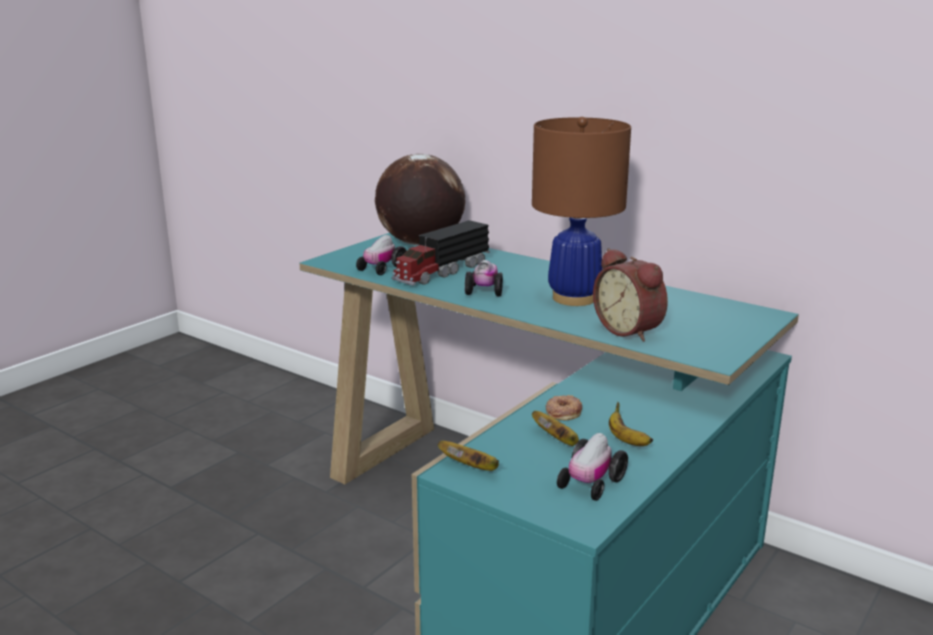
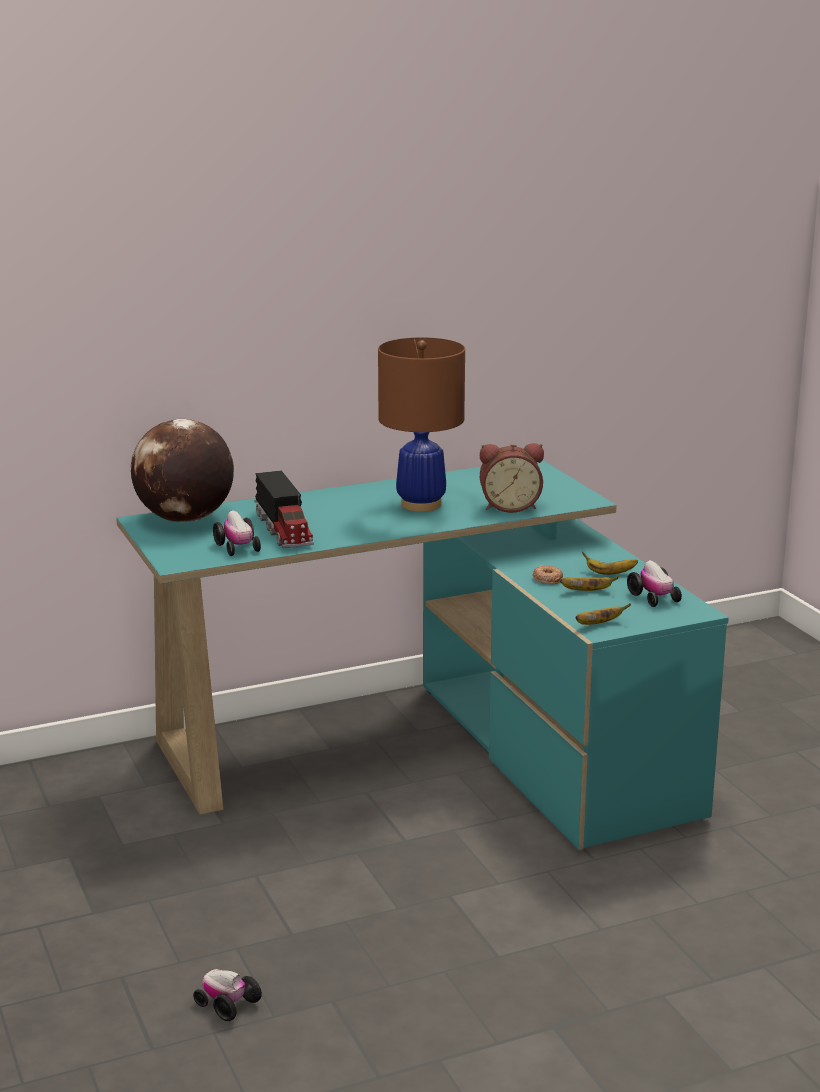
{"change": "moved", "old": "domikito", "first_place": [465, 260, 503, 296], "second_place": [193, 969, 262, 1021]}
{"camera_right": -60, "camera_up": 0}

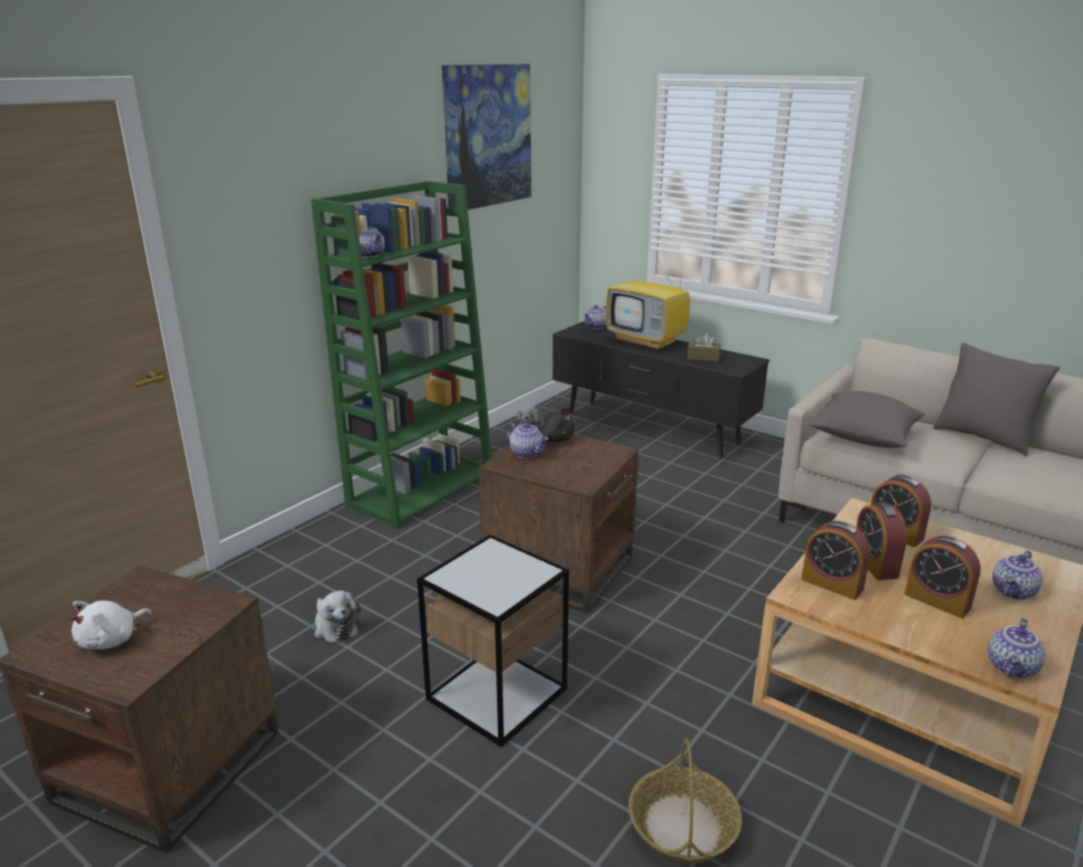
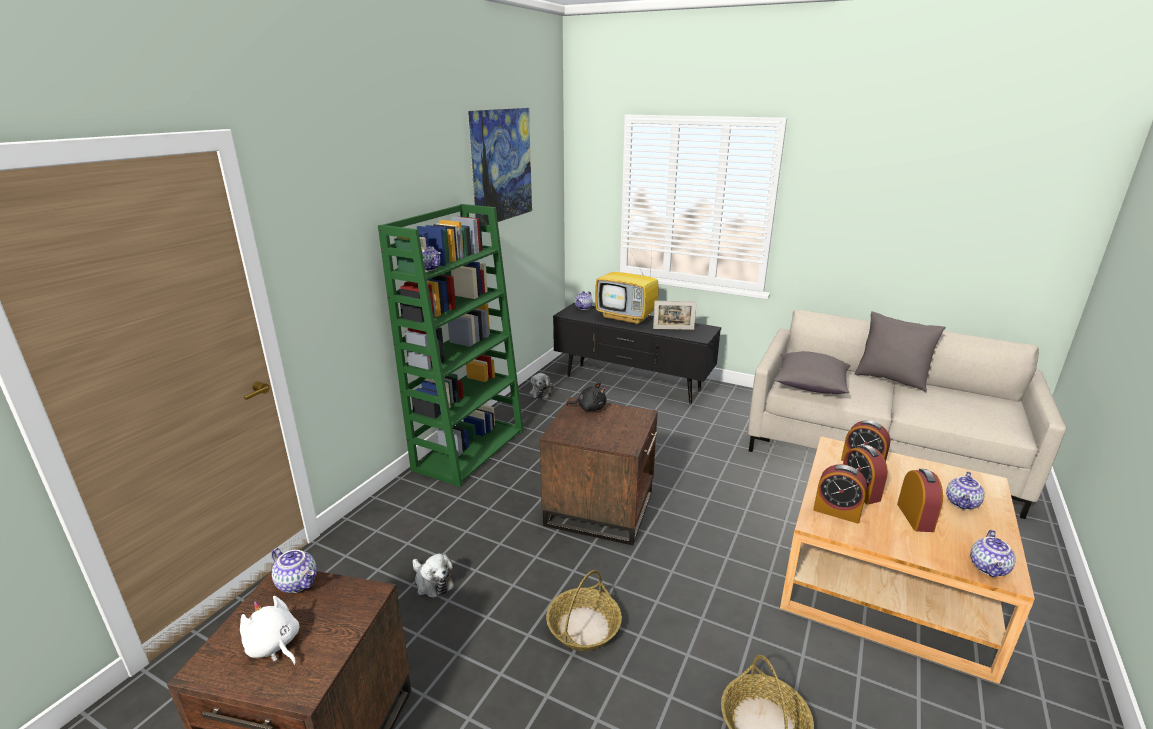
{"change": "replaced", "old": "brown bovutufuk", "new": "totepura", "first_place": [687, 333, 720, 362], "second_place": [653, 301, 697, 330]}
{"change": "moved", "old": "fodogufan", "first_place": [506, 422, 548, 458], "second_place": [272, 548, 317, 593]}
{"change": "replaced", "old": "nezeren", "new": "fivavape", "first_place": [417, 535, 569, 747], "second_place": [546, 570, 622, 651]}
{"change": "turned", "old": "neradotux", "first_place": [905, 536, 981, 618], "second_place": [897, 469, 943, 532], "degrees": -120}
{"change": "turned", "old": "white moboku", "first_place": [71, 601, 151, 649], "second_place": [240, 596, 299, 665], "degrees": 105}
{"camera_right": -10, "camera_up": 0}

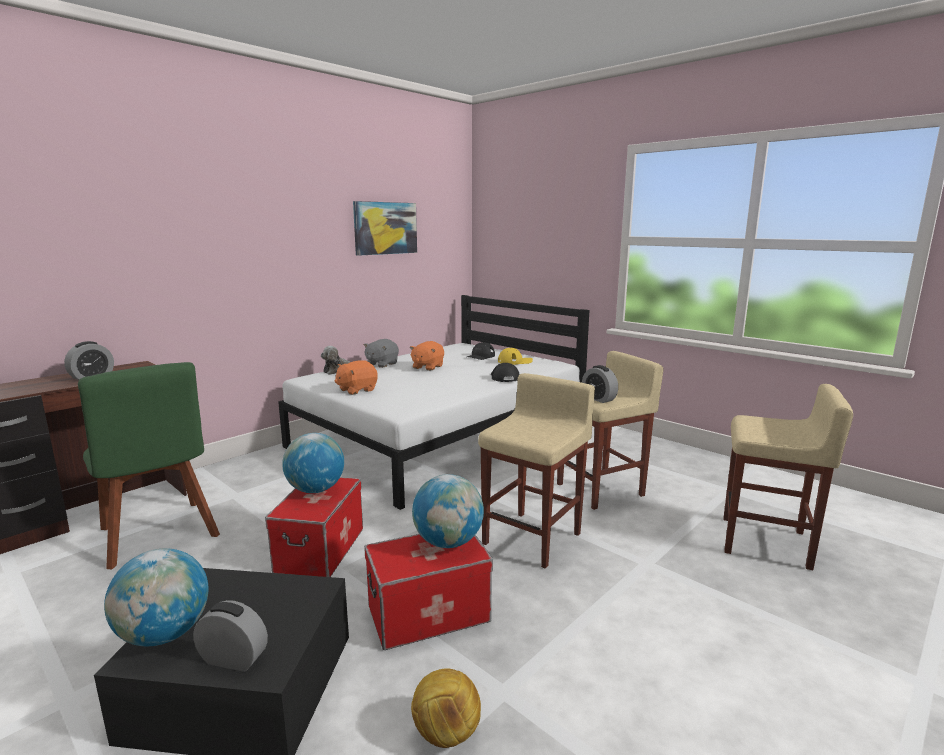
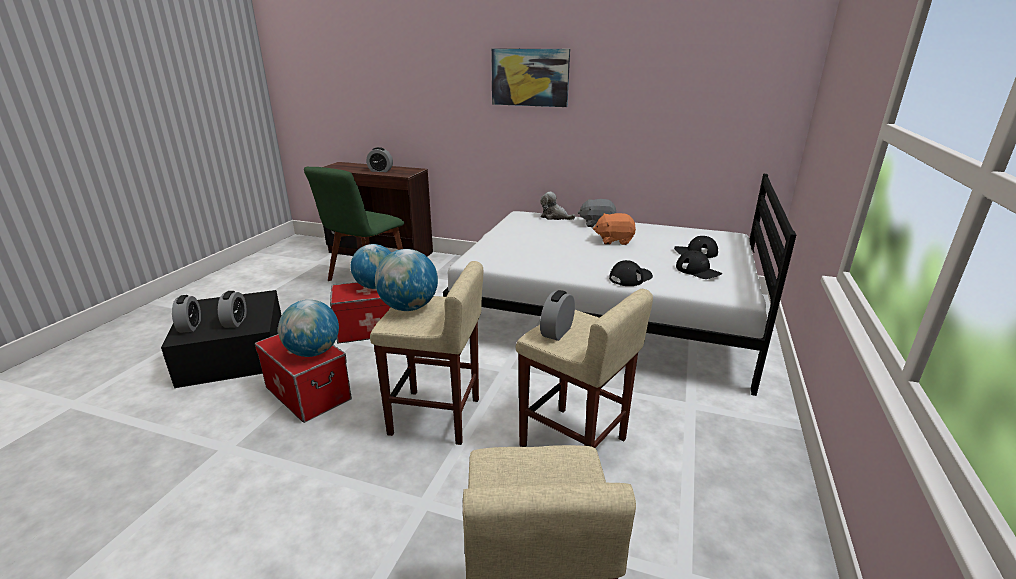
{"change": "moved", "old": "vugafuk", "first_place": [353, 201, 417, 256], "second_place": [491, 49, 570, 107]}
{"change": "recoloured", "old": "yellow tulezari", "new": "black tulezari", "first_place": [498, 348, 533, 365], "second_place": [676, 250, 722, 279]}
{"change": "removed", "old": "orange moboku", "first_place": [334, 360, 378, 395]}
{"change": "moved", "old": "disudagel", "first_place": [104, 548, 208, 646], "second_place": [375, 249, 438, 311]}
{"change": "removed", "old": "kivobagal", "first_place": [411, 668, 481, 748]}
{"change": "added", "new": "neradotux", "second_place": [218, 291, 247, 328]}
{"camera_right": 65, "camera_up": 10}

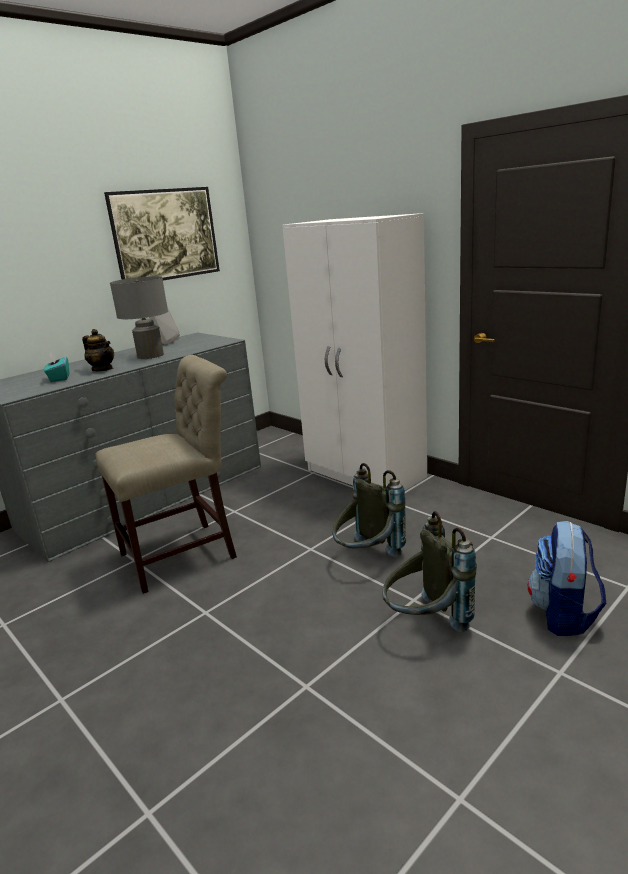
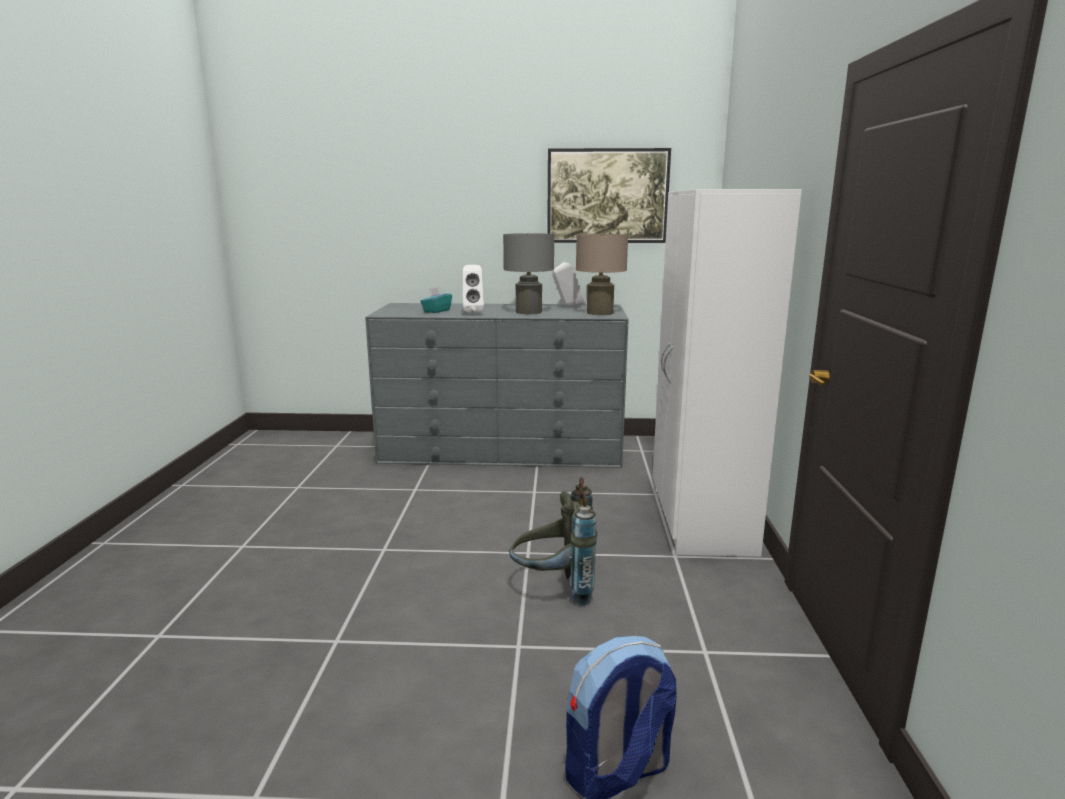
{"change": "replaced", "old": "fodogufan", "new": "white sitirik", "first_place": [82, 329, 114, 371], "second_place": [463, 265, 484, 313]}
{"change": "removed", "old": "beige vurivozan", "first_place": [95, 355, 237, 594]}
{"change": "removed", "old": "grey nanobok", "first_place": [382, 511, 477, 632]}
{"change": "added", "new": "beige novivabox", "second_place": [576, 234, 628, 315]}
{"camera_right": 45, "camera_up": -5}

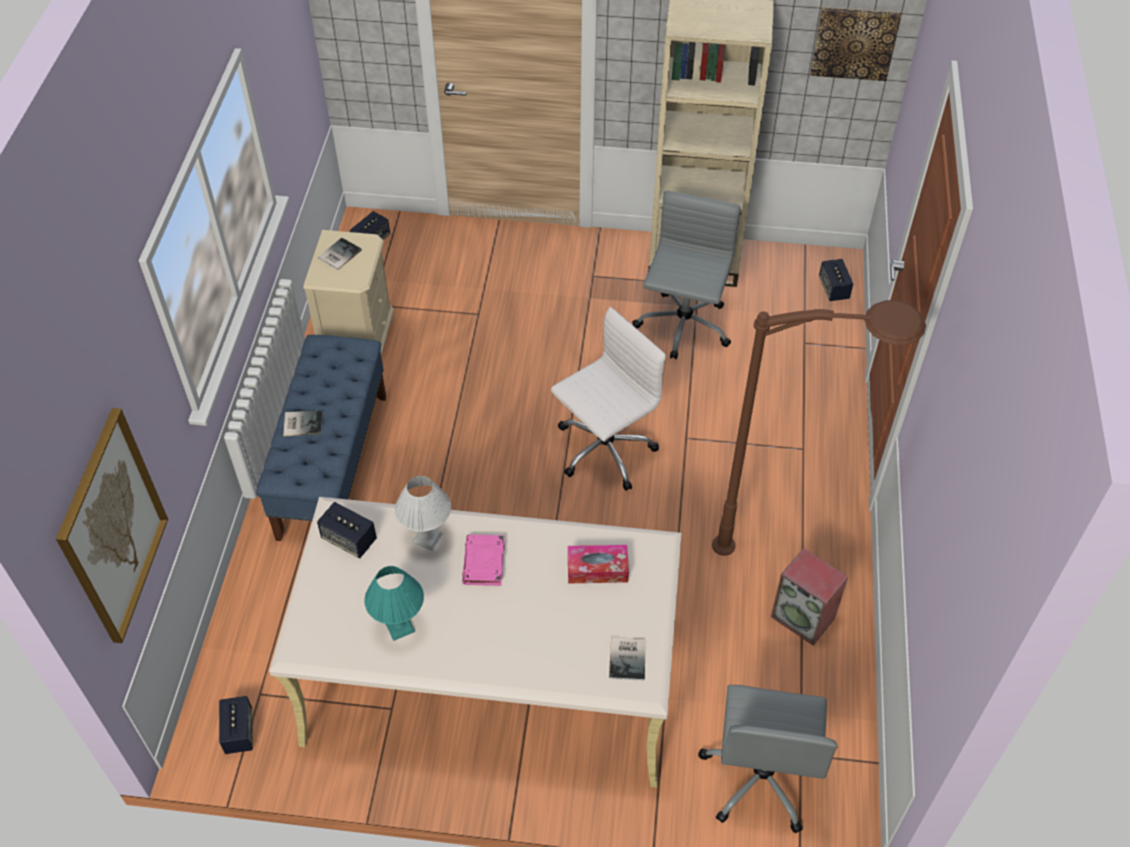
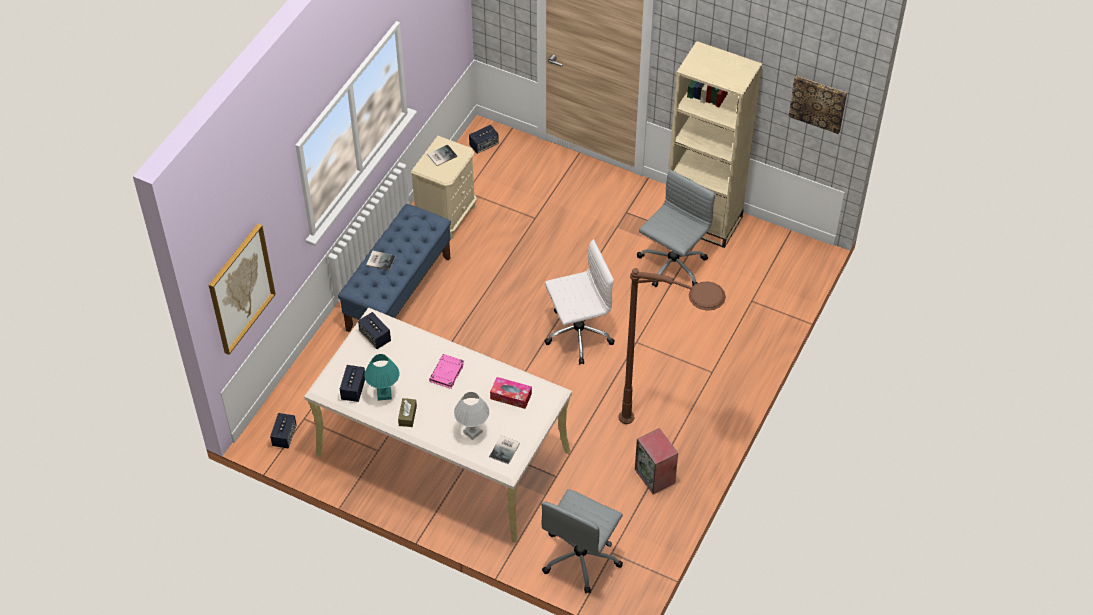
{"change": "moved", "old": "sitirik", "first_place": [819, 259, 853, 301], "second_place": [340, 365, 365, 402]}
{"change": "moved", "old": "white novivabox", "first_place": [395, 476, 451, 551], "second_place": [454, 392, 490, 440]}
{"change": "added", "new": "brown bovutufuk", "second_place": [398, 398, 417, 427]}
{"camera_right": 20, "camera_up": 0}

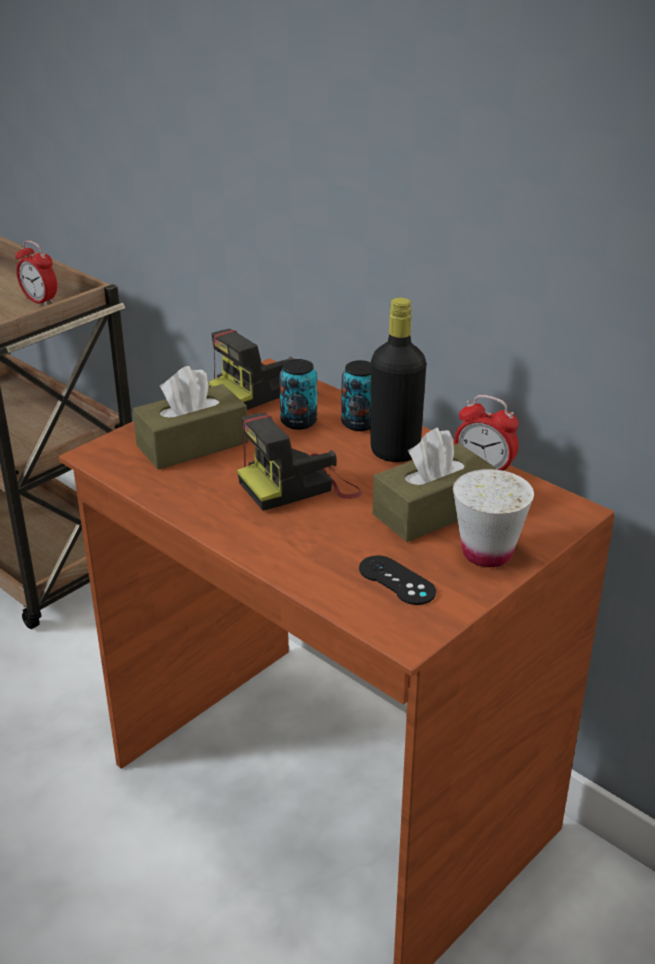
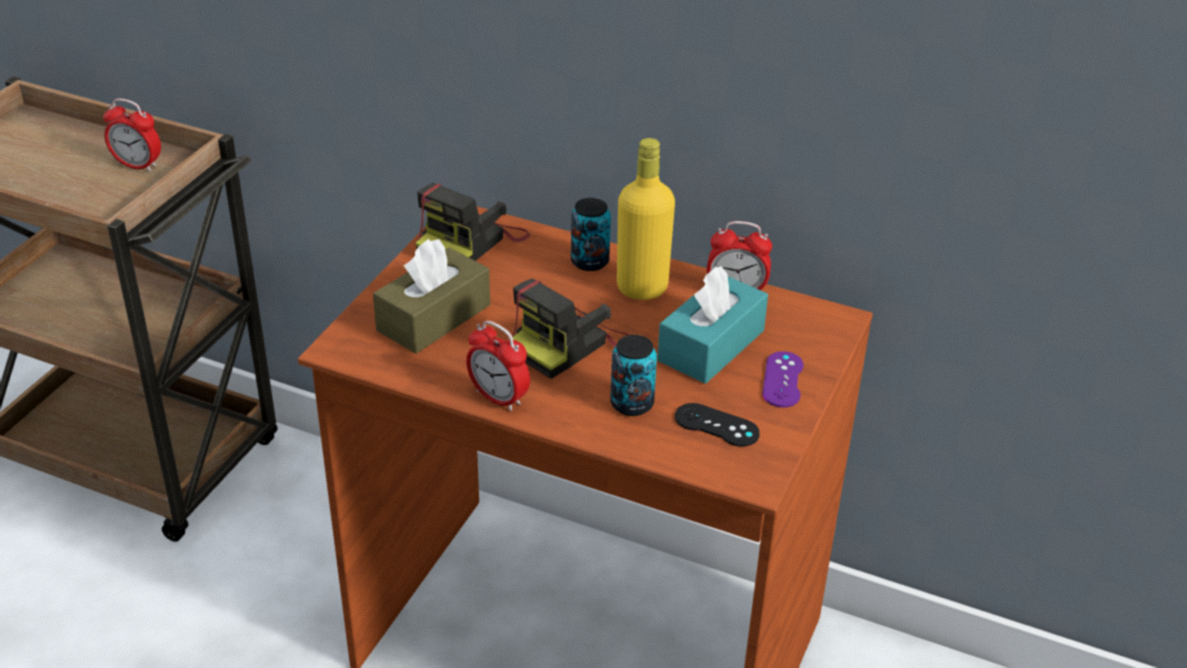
{"change": "recoloured", "old": "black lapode", "new": "yellow lapode", "first_place": [370, 298, 427, 462], "second_place": [617, 138, 675, 300]}
{"change": "moved", "old": "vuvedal", "first_place": [279, 359, 317, 430], "second_place": [610, 335, 657, 416]}
{"change": "recoloured", "old": "brown bovutufuk", "new": "turquoise bovutufuk", "first_place": [373, 427, 496, 542], "second_place": [657, 266, 768, 384]}
{"change": "replaced", "old": "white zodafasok", "new": "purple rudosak", "first_place": [453, 469, 534, 567], "second_place": [762, 351, 804, 408]}
{"change": "added", "new": "neradotux", "second_place": [466, 321, 530, 411]}
{"camera_right": -20, "camera_up": 5}

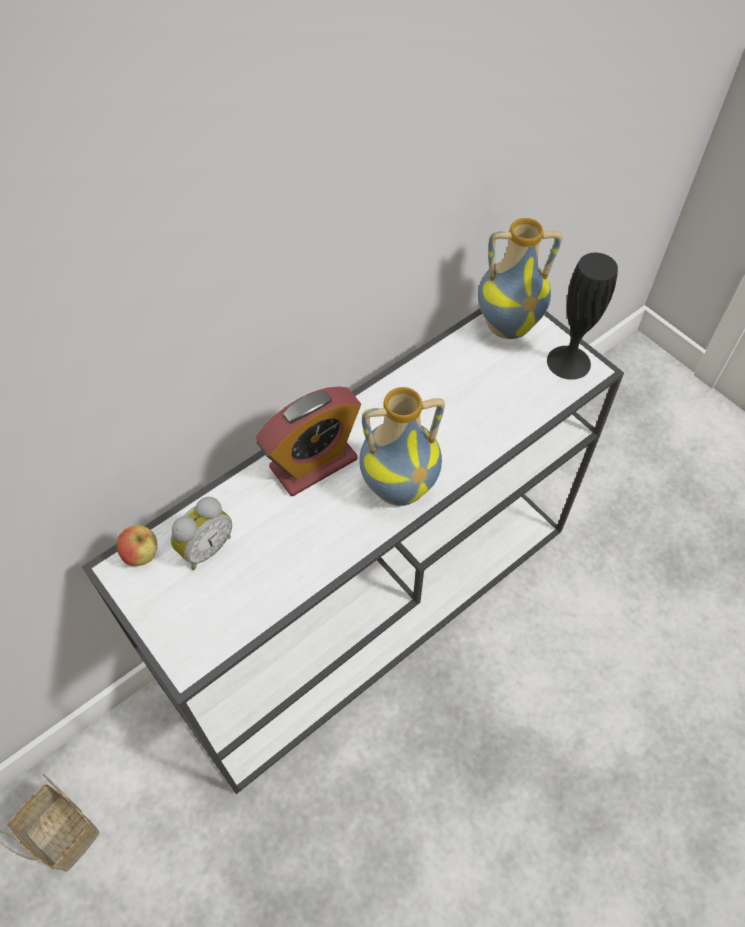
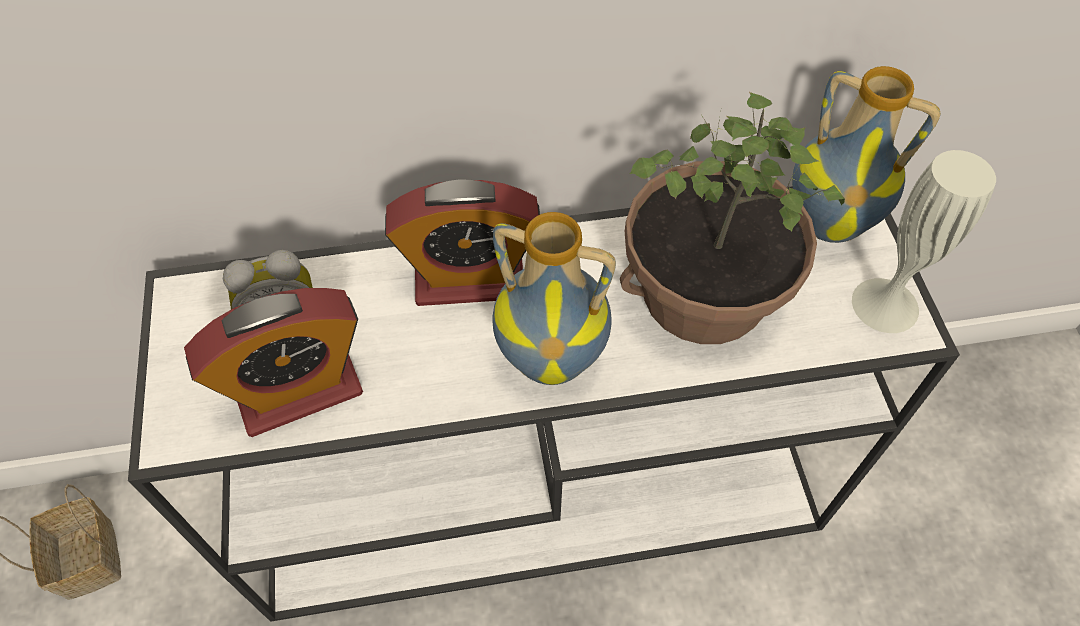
{"change": "recoloured", "old": "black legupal", "new": "white legupal", "first_place": [547, 253, 618, 380], "second_place": [852, 150, 996, 333]}
{"change": "removed", "old": "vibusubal", "first_place": [116, 525, 157, 566]}
{"change": "added", "new": "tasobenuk", "second_place": [620, 92, 845, 344]}
{"change": "added", "new": "neradotux", "second_place": [184, 288, 363, 437]}
{"camera_right": 30, "camera_up": 0}

